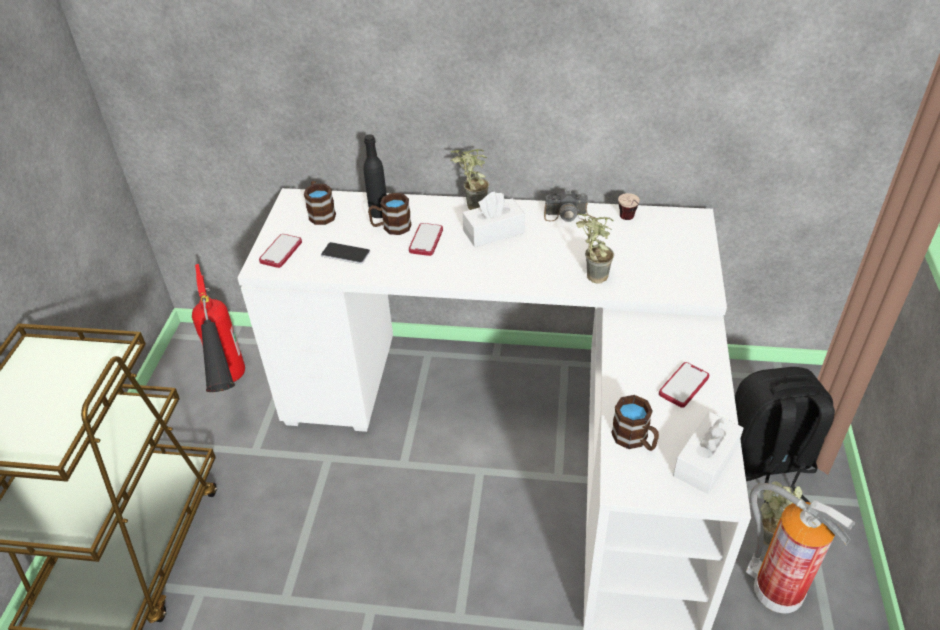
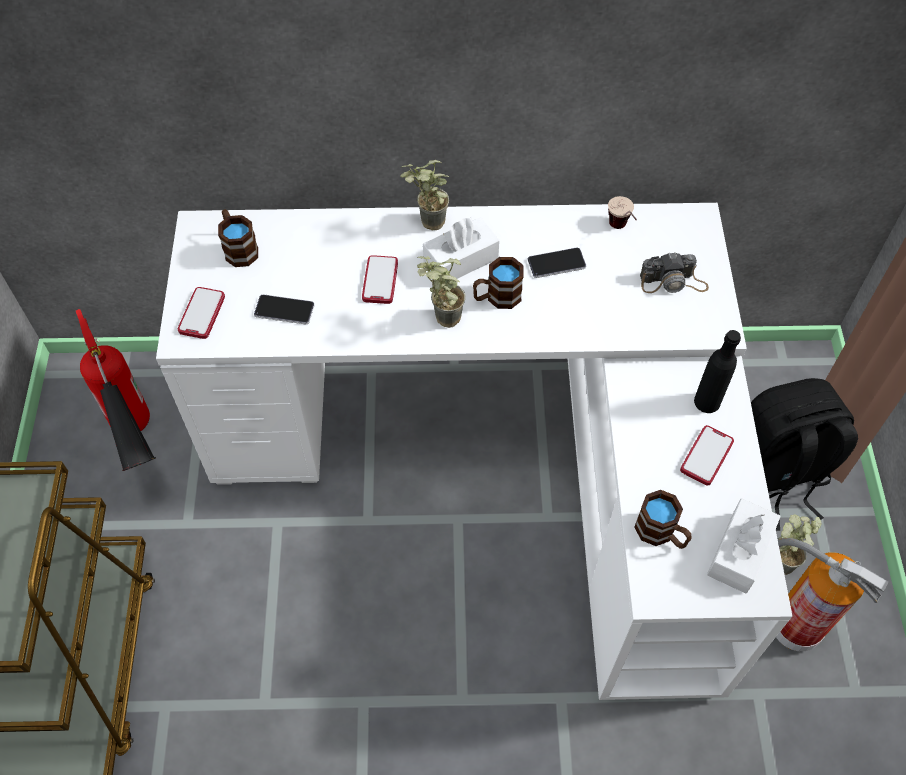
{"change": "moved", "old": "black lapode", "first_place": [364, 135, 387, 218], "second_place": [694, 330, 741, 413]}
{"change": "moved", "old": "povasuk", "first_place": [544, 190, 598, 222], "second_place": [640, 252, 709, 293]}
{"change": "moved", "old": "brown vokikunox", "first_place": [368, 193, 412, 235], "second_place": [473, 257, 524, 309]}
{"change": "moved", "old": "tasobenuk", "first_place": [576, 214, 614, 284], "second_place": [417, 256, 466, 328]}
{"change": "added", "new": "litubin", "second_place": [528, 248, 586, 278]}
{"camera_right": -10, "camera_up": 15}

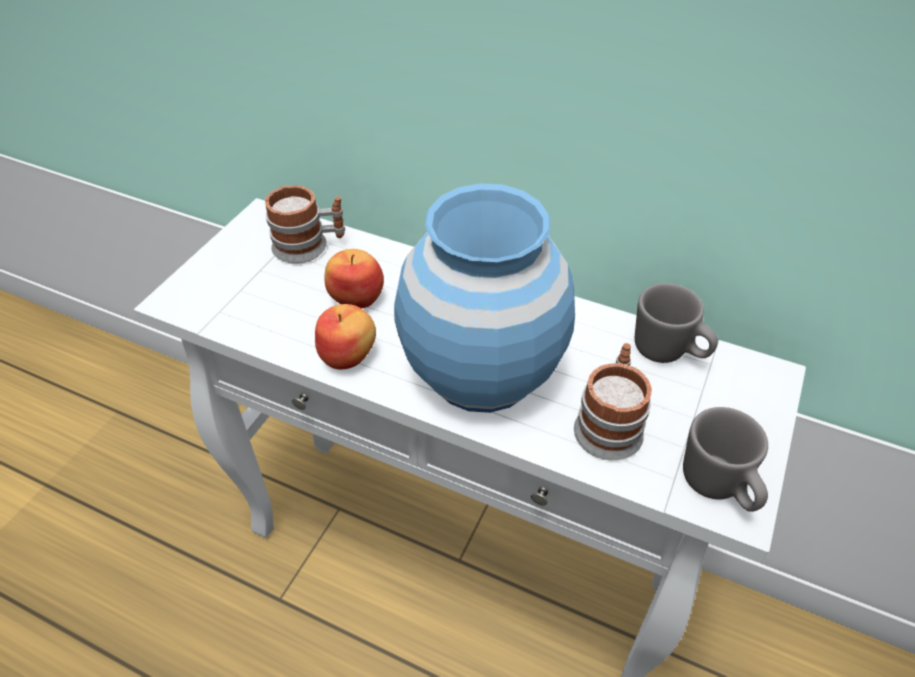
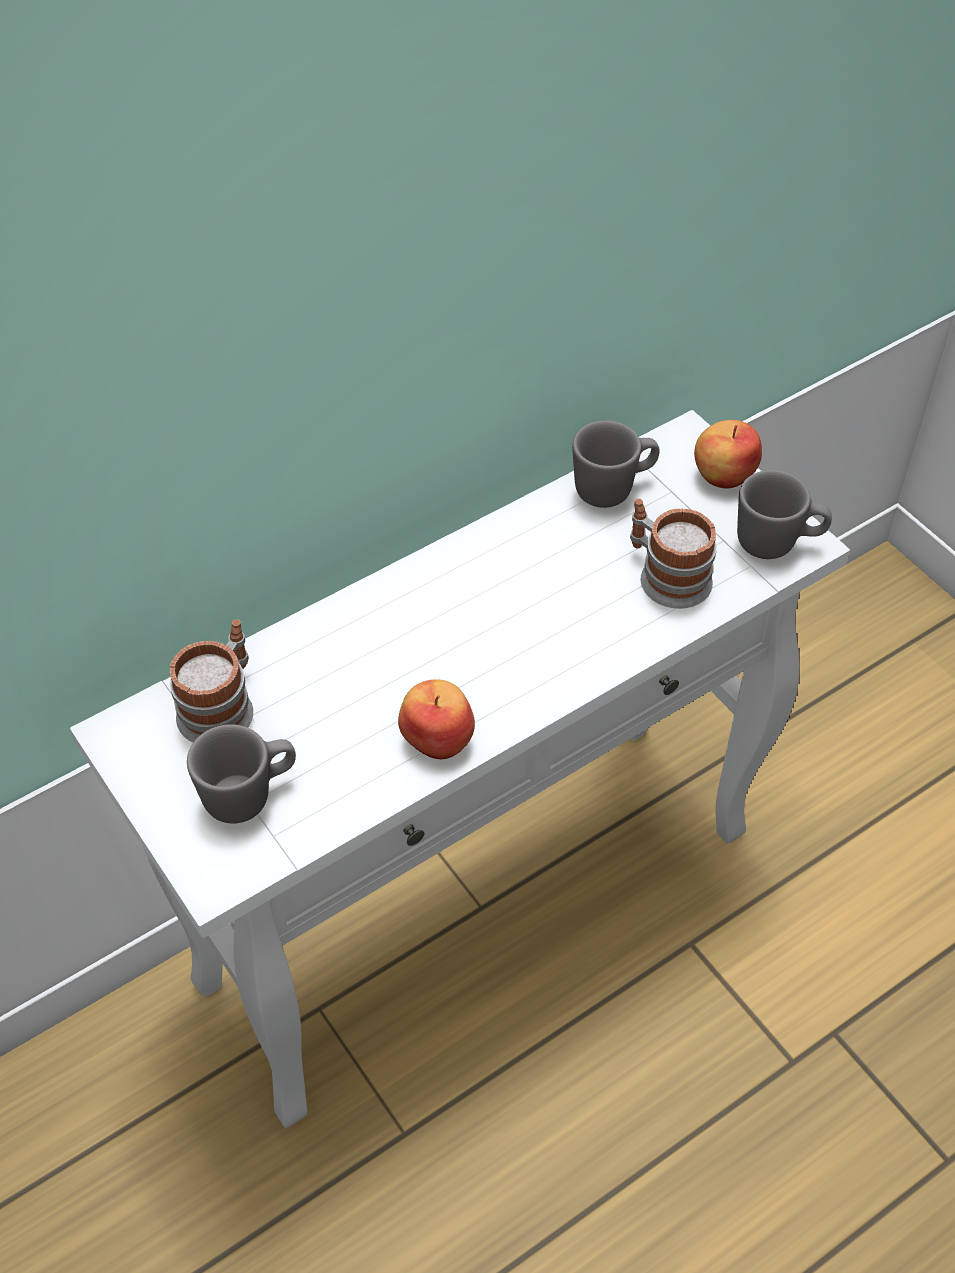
{"change": "removed", "old": "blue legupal", "first_place": [394, 183, 575, 413]}
{"change": "moved", "old": "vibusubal", "first_place": [324, 249, 384, 308], "second_place": [694, 420, 762, 488]}
{"change": "added", "new": "grey vokikunox", "second_place": [187, 724, 296, 824]}
{"camera_right": -60, "camera_up": 5}

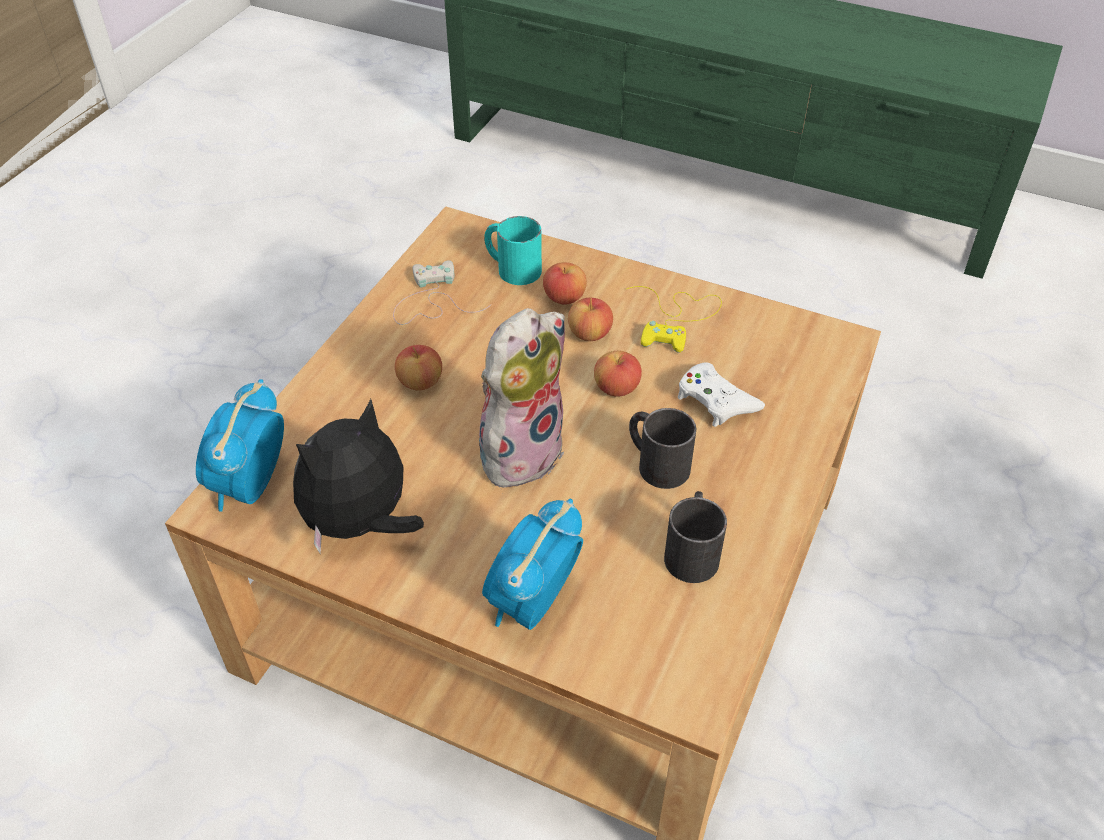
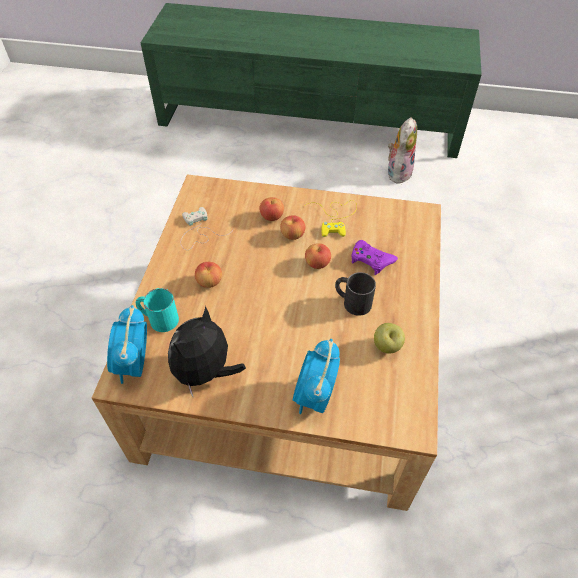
{"change": "moved", "old": "turquoise vokikunox", "first_place": [484, 216, 542, 285], "second_place": [136, 288, 179, 332]}
{"change": "moved", "old": "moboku", "first_place": [479, 308, 565, 494], "second_place": [388, 117, 417, 184]}
{"change": "recoloured", "old": "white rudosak", "new": "purple rudosak", "first_place": [678, 362, 765, 427], "second_place": [351, 240, 398, 275]}
{"change": "replaced", "old": "black vokikunox", "new": "vibusubal", "first_place": [664, 491, 727, 583], "second_place": [374, 323, 405, 353]}
{"camera_right": -15, "camera_up": 5}

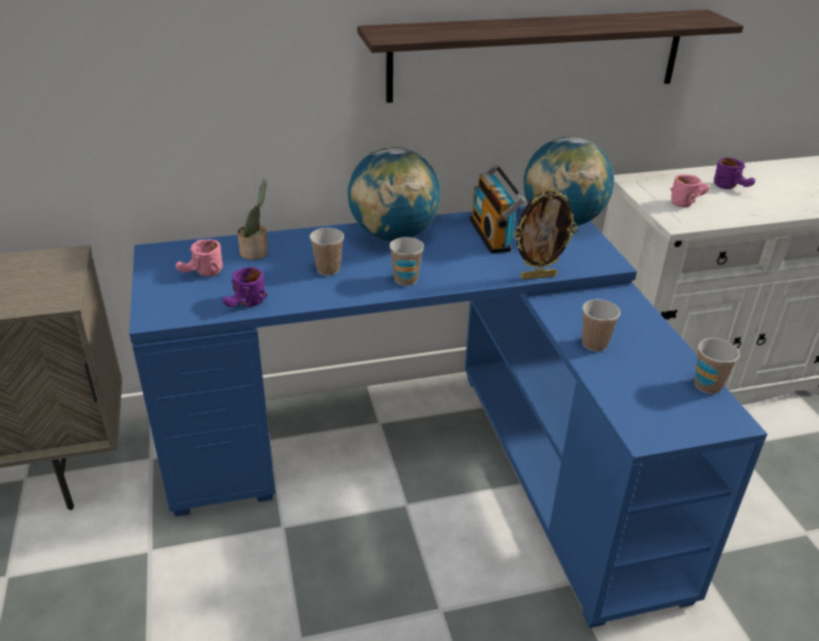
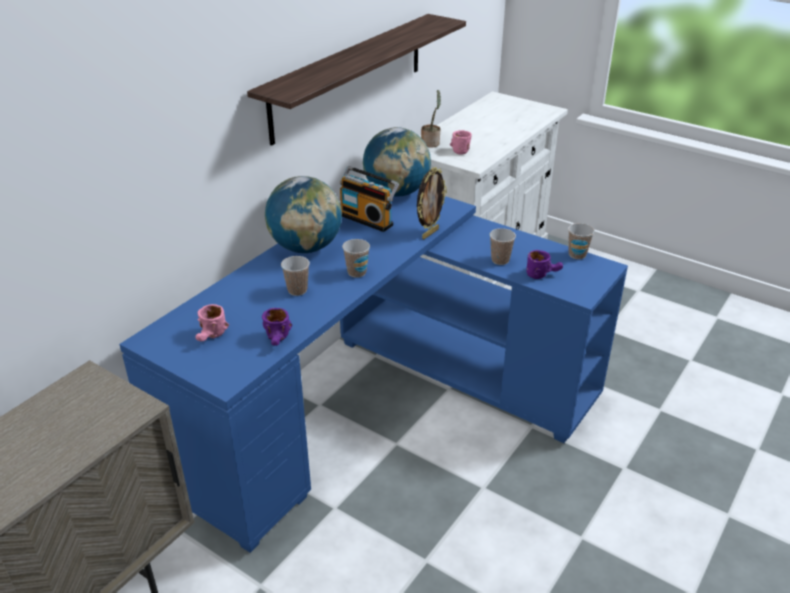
{"change": "moved", "old": "purple vokikunox", "first_place": [714, 157, 755, 189], "second_place": [526, 250, 563, 279]}
{"change": "moved", "old": "tasobenuk", "first_place": [237, 179, 268, 260], "second_place": [421, 90, 441, 148]}
{"camera_right": -40, "camera_up": 0}

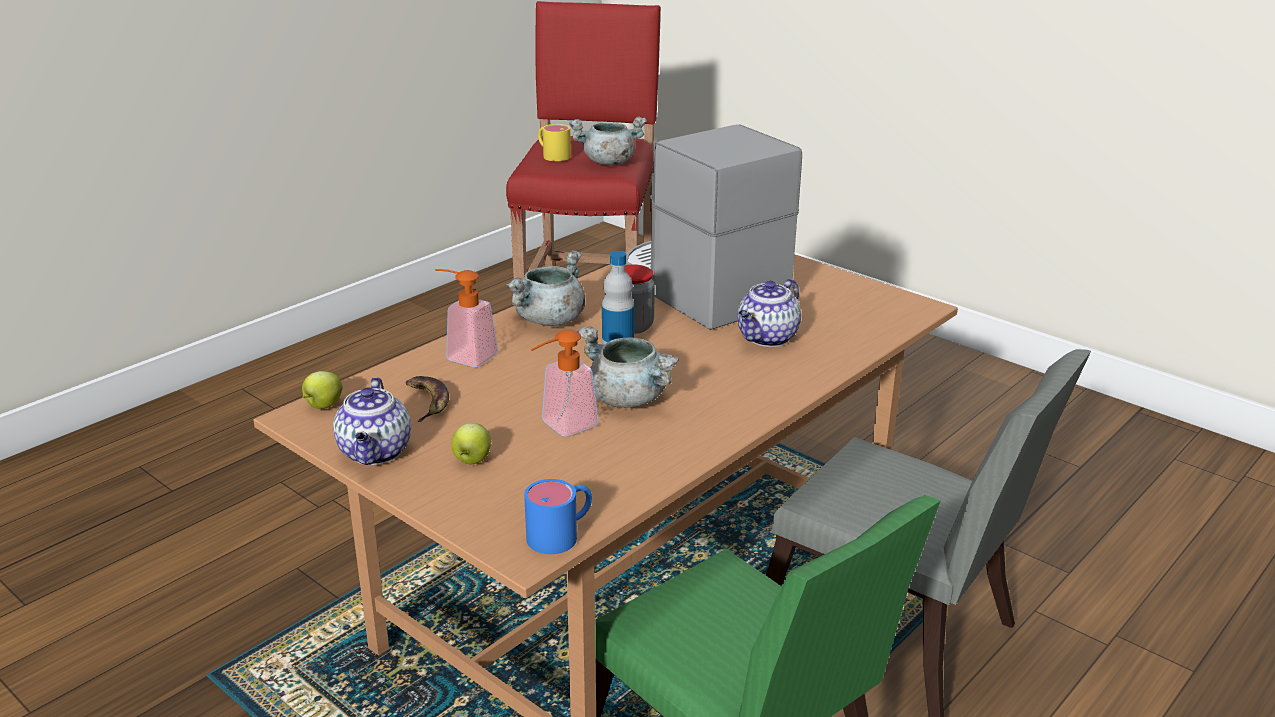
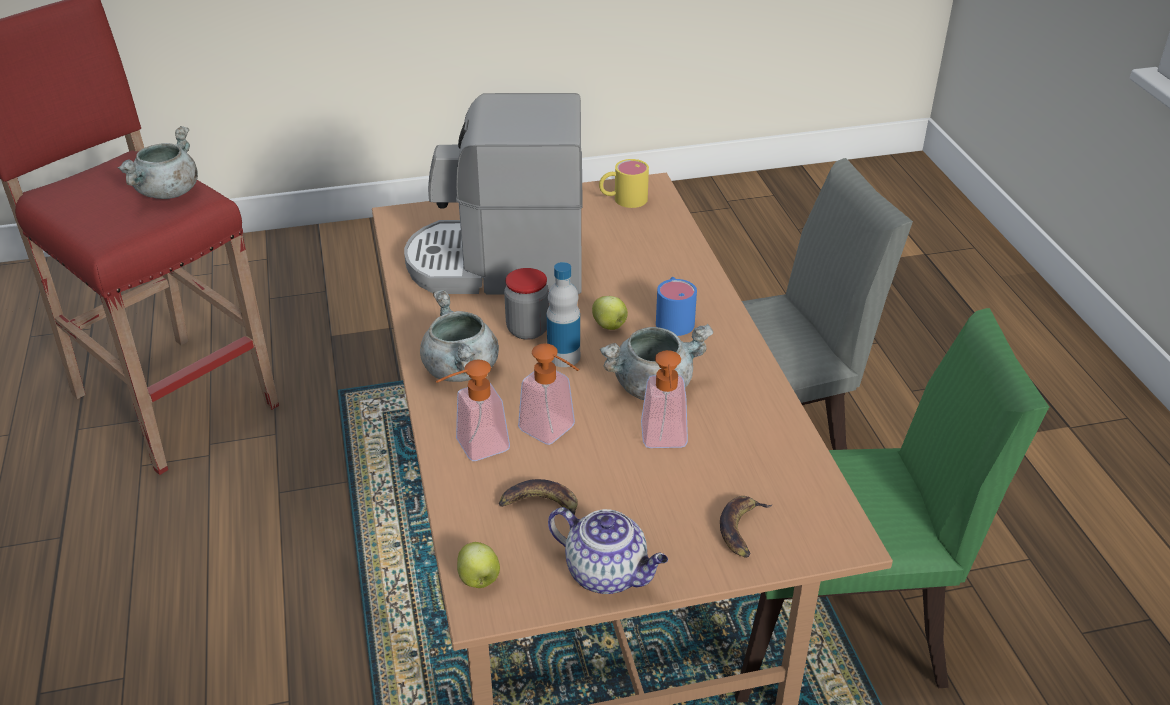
{"change": "moved", "old": "yellow vokikunox", "first_place": [538, 124, 571, 161], "second_place": [599, 159, 649, 208]}
{"change": "removed", "old": "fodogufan", "first_place": [737, 279, 801, 347]}
{"change": "moved", "old": "vibusubal", "first_place": [451, 423, 491, 464], "second_place": [592, 296, 628, 330]}
{"change": "moved", "old": "blue vokikunox", "first_place": [524, 479, 592, 554], "second_place": [656, 277, 697, 336]}
{"change": "added", "new": "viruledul", "second_place": [518, 343, 579, 445]}
{"change": "added", "new": "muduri", "second_place": [720, 496, 772, 558]}
{"camera_right": -55, "camera_up": 10}

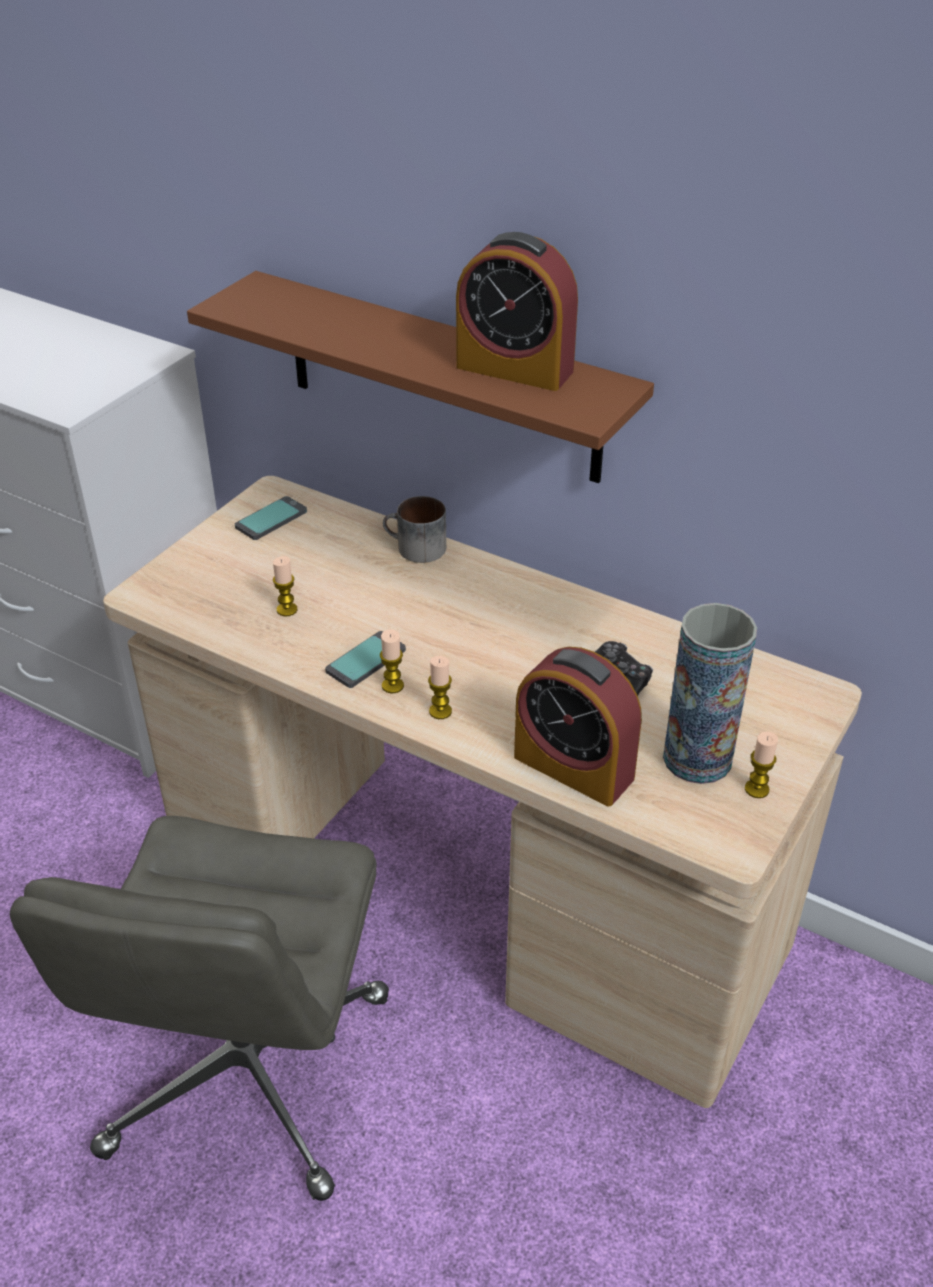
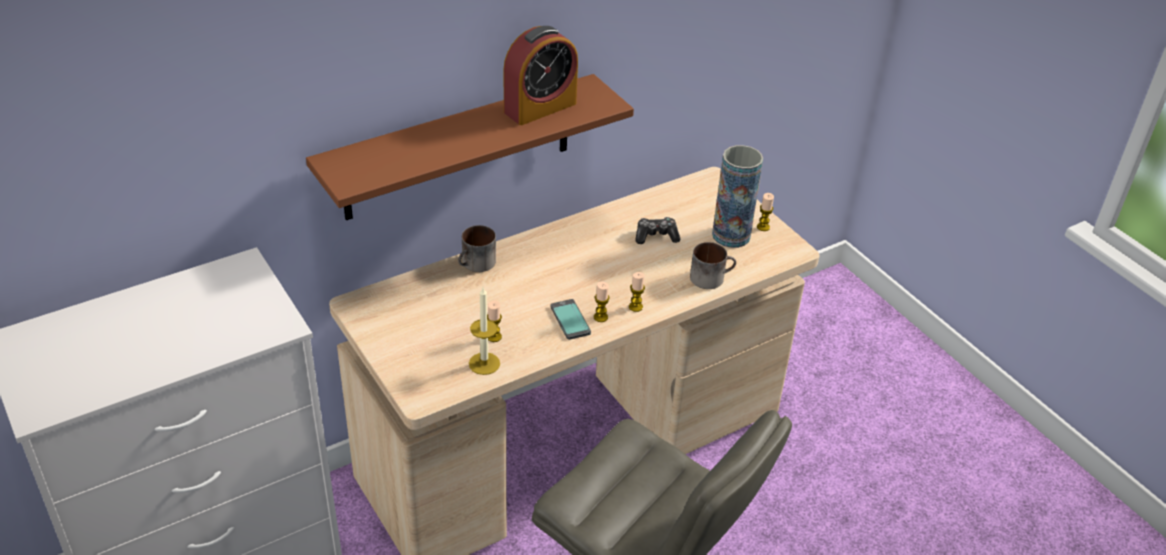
{"change": "removed", "old": "litubin", "first_place": [235, 496, 307, 540]}
{"change": "replaced", "old": "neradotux", "new": "vokikunox", "first_place": [514, 647, 642, 806], "second_place": [690, 242, 736, 289]}
{"change": "added", "new": "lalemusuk", "second_place": [469, 288, 500, 375]}
{"camera_right": -65, "camera_up": 0}

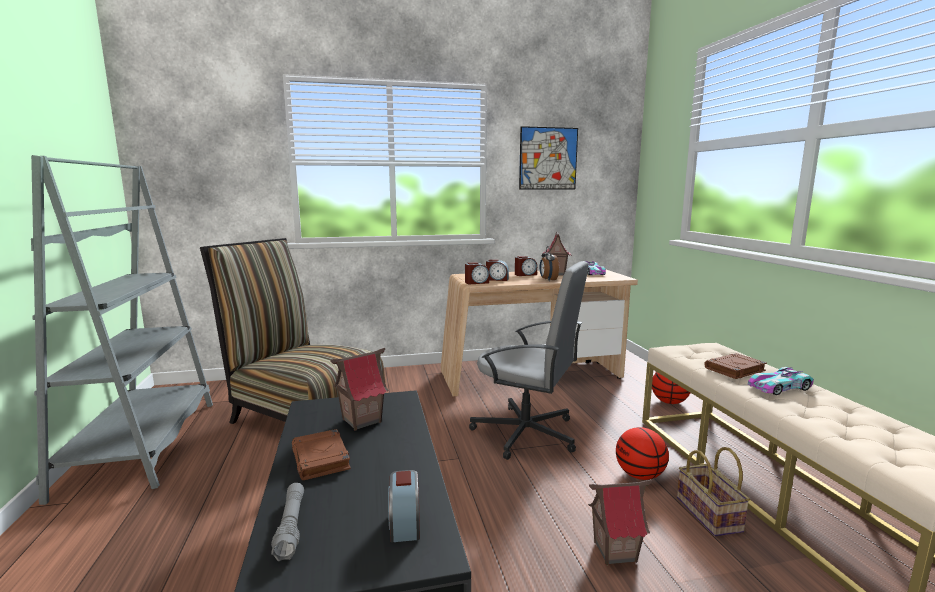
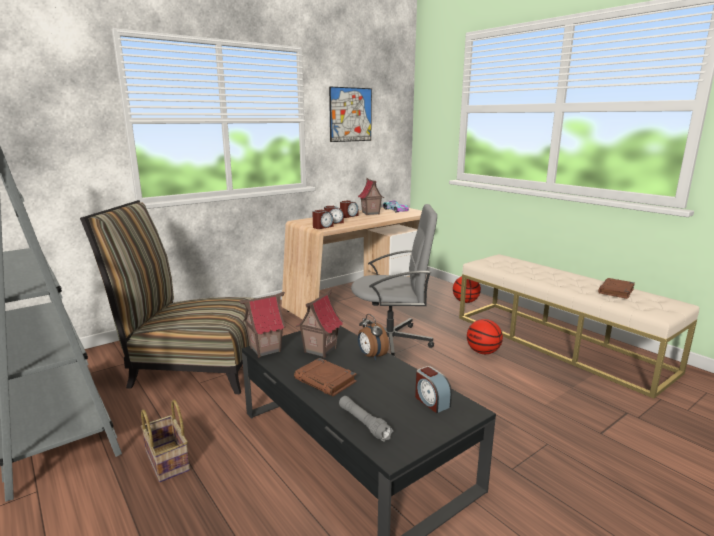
{"change": "moved", "old": "neradotux", "first_place": [540, 246, 559, 281], "second_place": [358, 314, 389, 360]}
{"change": "moved", "old": "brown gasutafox", "first_place": [704, 353, 767, 379], "second_place": [598, 278, 635, 299]}
{"change": "removed", "old": "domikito", "first_place": [748, 367, 814, 395]}
{"change": "moved", "old": "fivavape", "first_place": [677, 447, 750, 536], "second_place": [141, 400, 190, 482]}
{"change": "moved", "old": "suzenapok", "first_place": [588, 480, 652, 565], "second_place": [239, 292, 286, 357]}
{"camera_right": -25, "camera_up": 5}

